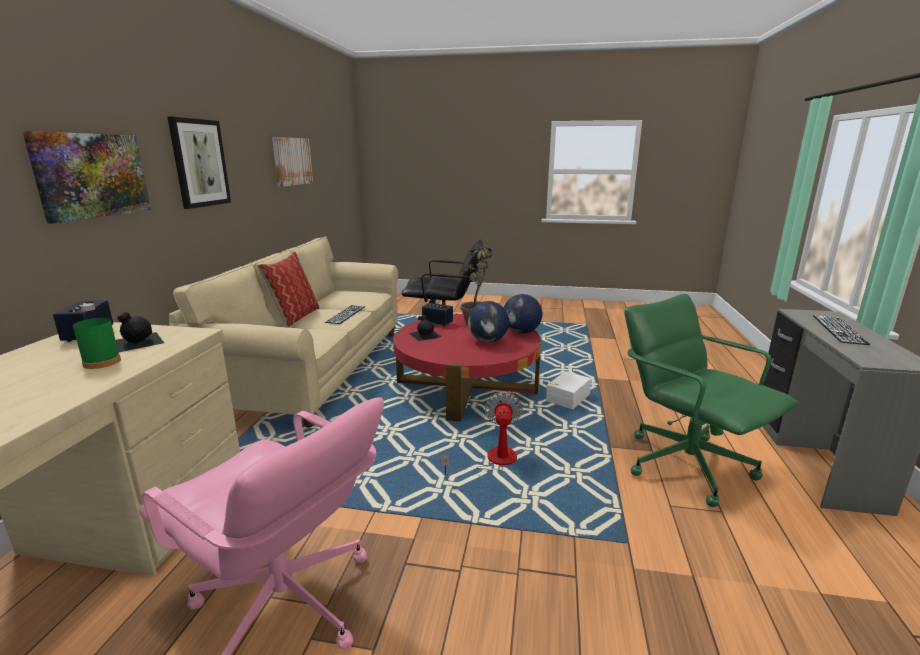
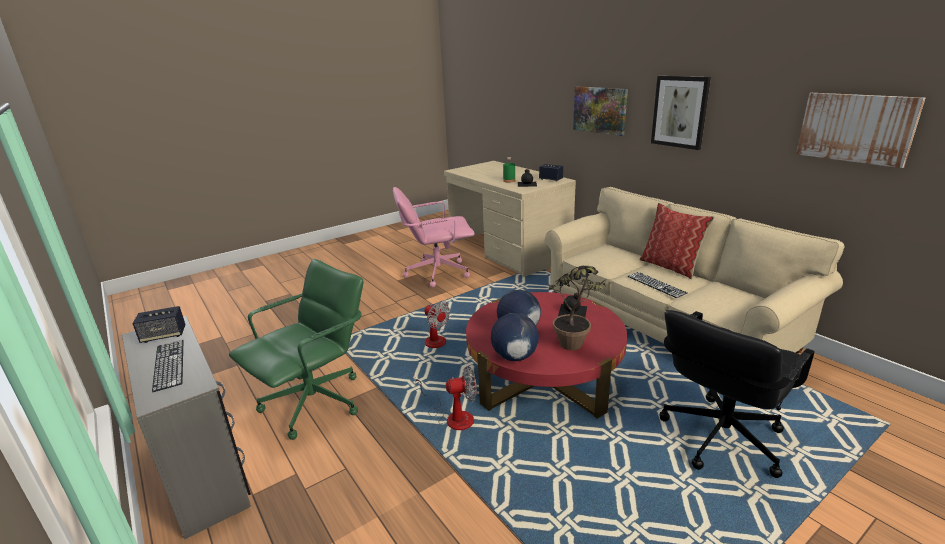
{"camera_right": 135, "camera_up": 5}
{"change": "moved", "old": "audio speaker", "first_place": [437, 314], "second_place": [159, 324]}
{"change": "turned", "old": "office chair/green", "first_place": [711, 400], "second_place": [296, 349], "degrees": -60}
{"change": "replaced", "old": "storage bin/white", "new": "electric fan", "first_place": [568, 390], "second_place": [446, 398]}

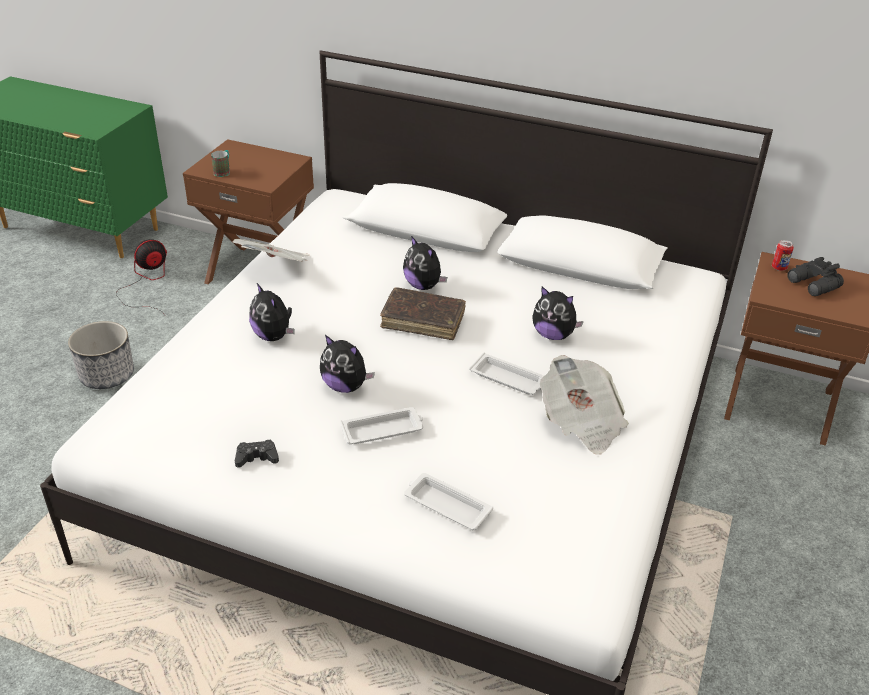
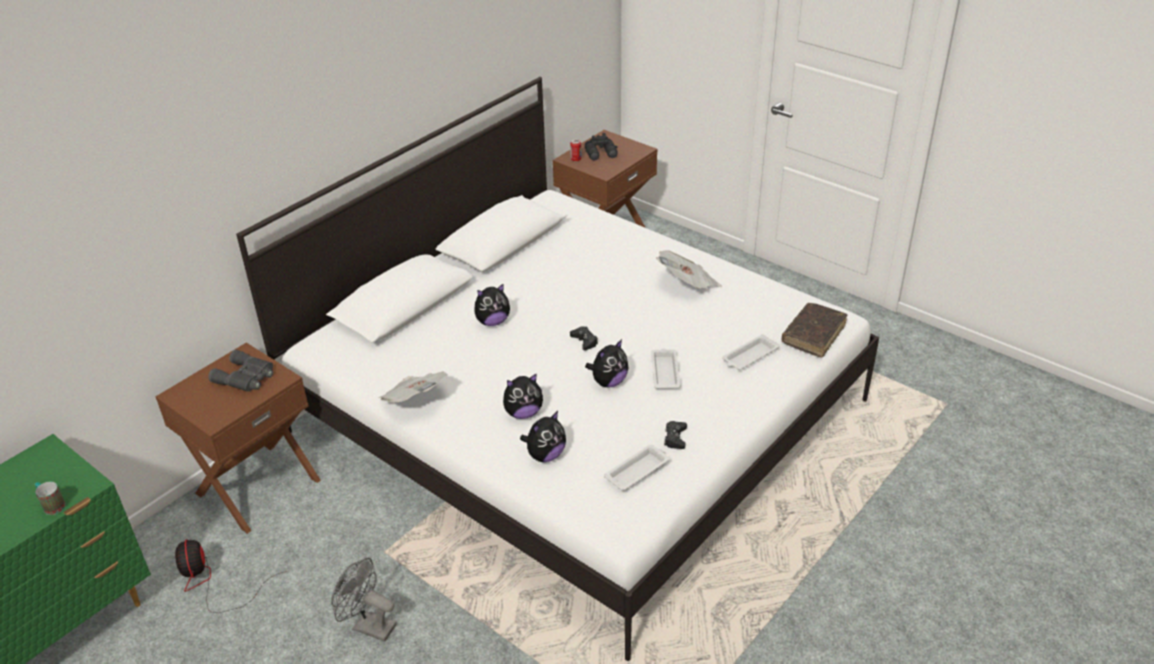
{"camera_right": -70, "camera_up": 0}
{"change": "moved", "old": "coffee mug", "first_place": [220, 163], "second_place": [50, 498]}
{"change": "added", "new": "pair of binoculars/gray", "second_place": [240, 371]}
{"change": "replaced", "old": "plant pot", "new": "electric fan/gray", "first_place": [101, 355], "second_place": [364, 600]}
{"change": "moved", "old": "soft toy", "first_place": [558, 313], "second_place": [543, 436]}
{"change": "added", "new": "game controller/black-coloured", "second_place": [584, 338]}
{"change": "moved", "old": "carrying tray/white", "first_place": [506, 373], "second_place": [637, 468]}
{"change": "moved", "old": "bound book/brown", "first_place": [423, 313], "second_place": [814, 330]}

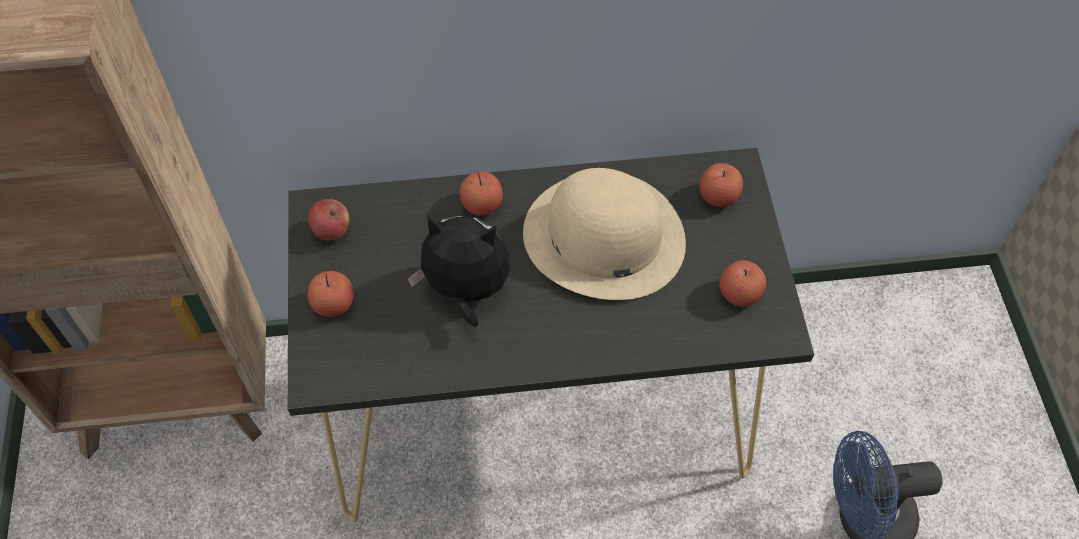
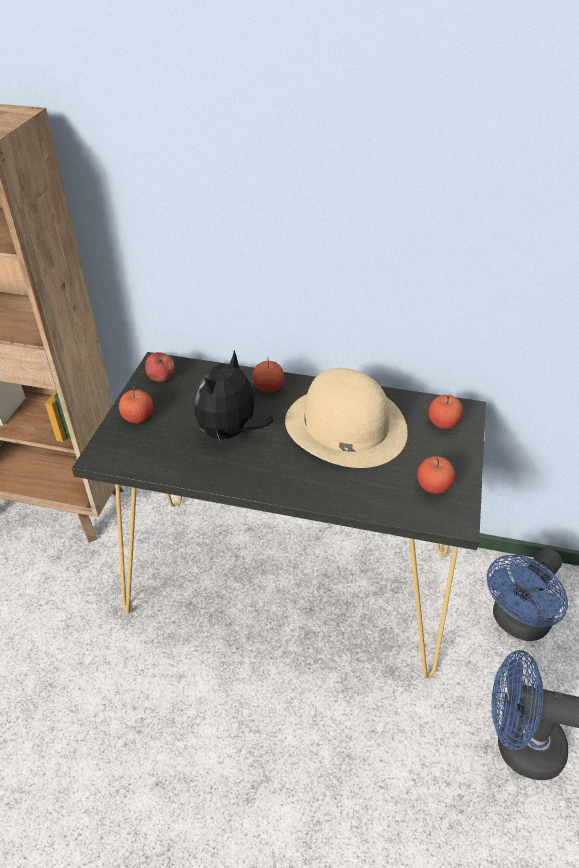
{"camera_right": 20, "camera_up": -15}
{"change": "turned", "old": "soft toy", "first_place": [458, 271], "second_place": [234, 396], "degrees": -90}
{"change": "added", "new": "electric fan/blue-coloured", "second_place": [527, 594]}

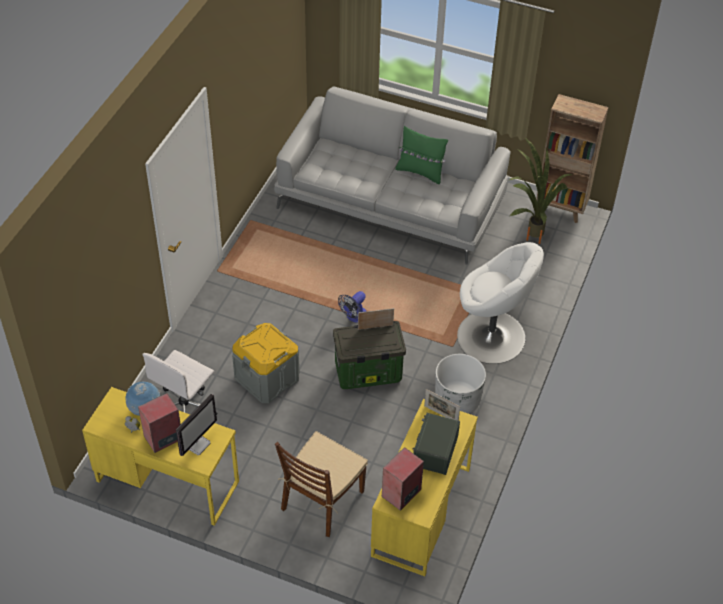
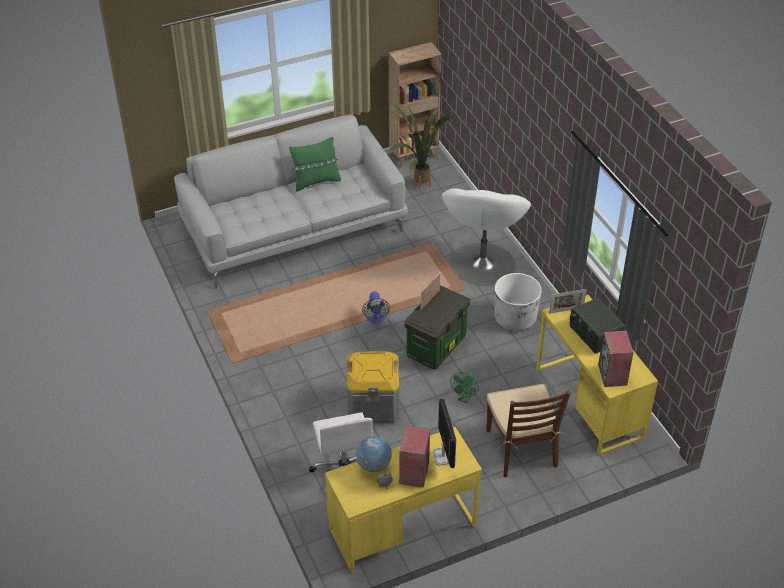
{"camera_right": -45, "camera_up": -5}
{"change": "turned", "old": "lounge chair/white", "first_place": [500, 303], "second_place": [486, 237], "degrees": 120}
{"change": "added", "new": "electric fan/green", "second_place": [464, 387]}

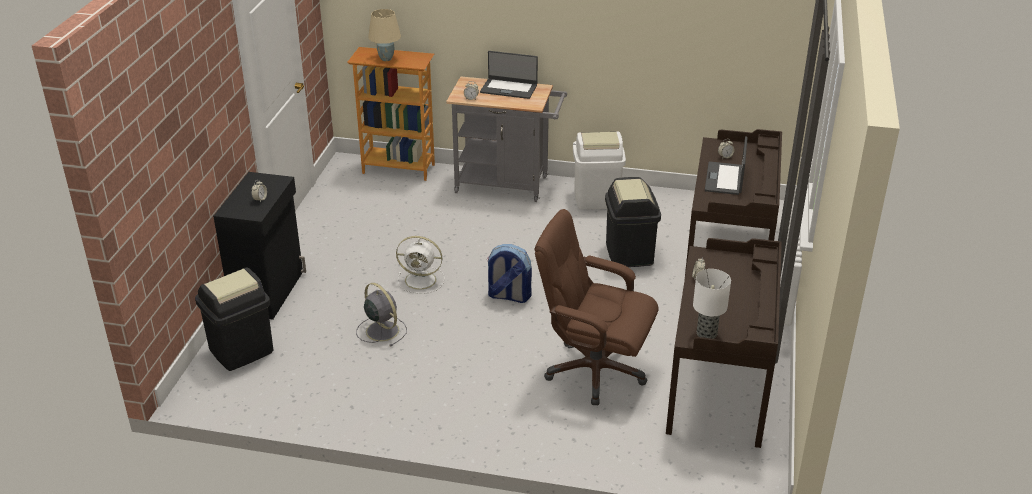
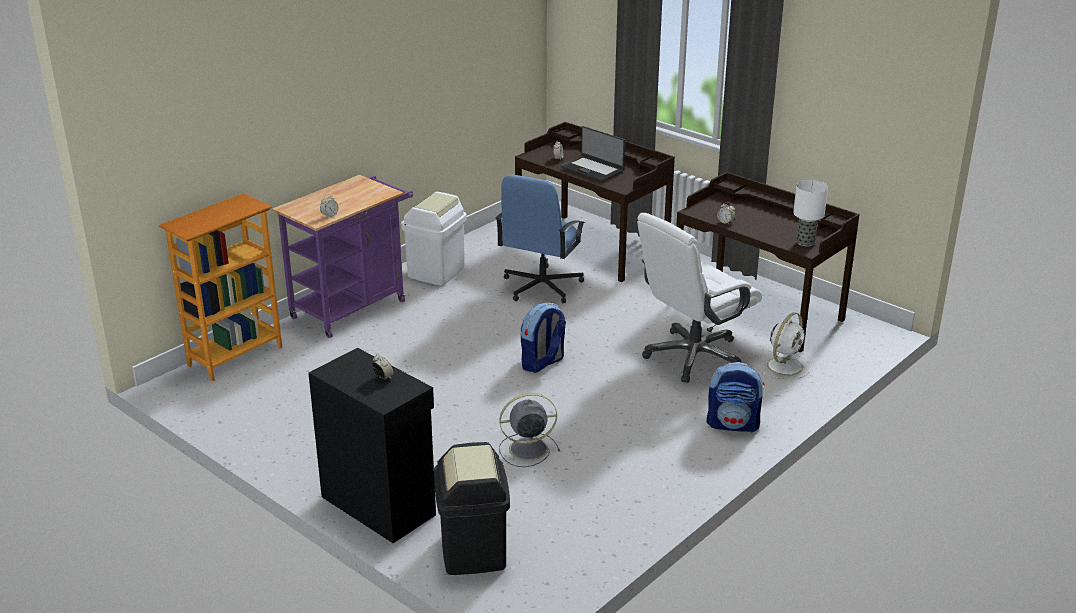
{"camera_right": -60, "camera_up": -5}
{"change": "recoloured", "old": "cart/gray", "new": "cart/purplish", "first_place": [506, 139], "second_place": [342, 256]}
{"change": "replaced", "old": "rubbish bin/black-coloured", "new": "office chair/blue-coloured", "first_place": [633, 222], "second_place": [540, 238]}
{"change": "recoloured", "old": "office chair/brown", "new": "office chair/white", "first_place": [597, 307], "second_place": [699, 298]}
{"change": "added", "new": "rucksack", "second_place": [736, 397]}
{"change": "moved", "old": "electric fan/white", "first_place": [420, 265], "second_place": [786, 346]}
{"change": "removed", "old": "table lamp/sand-coloured", "first_place": [384, 35]}
{"change": "removed", "old": "portable computer", "first_place": [509, 75]}

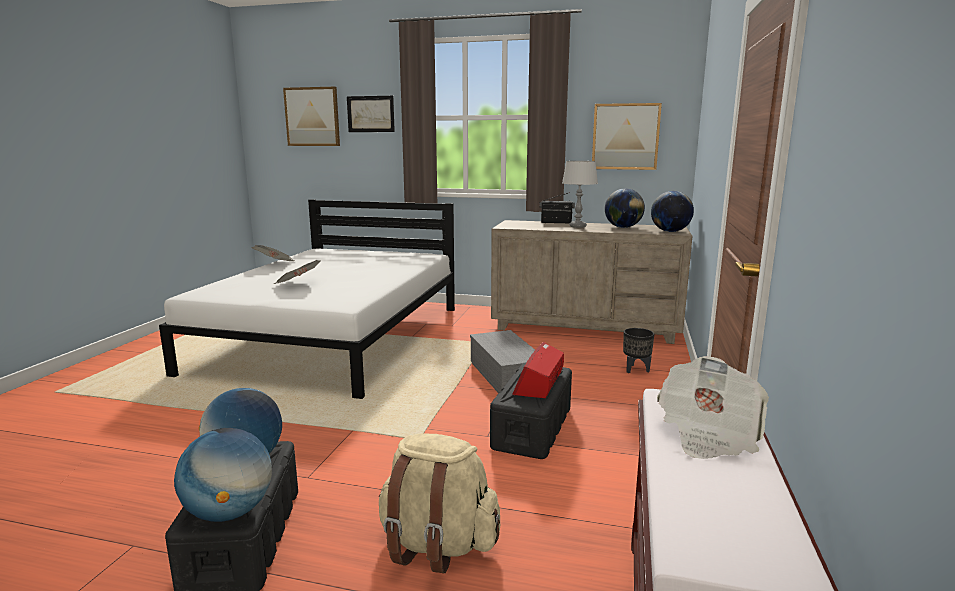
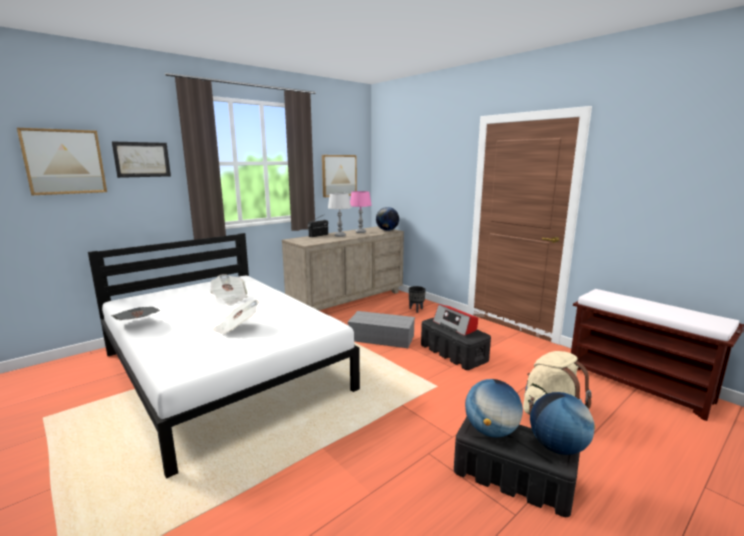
{"camera_right": -55, "camera_up": 0}
{"change": "moved", "old": "printed paper", "first_place": [713, 407], "second_place": [229, 289]}
{"change": "replaced", "old": "world globe", "new": "table lamp/pink", "first_place": [625, 208], "second_place": [361, 212]}

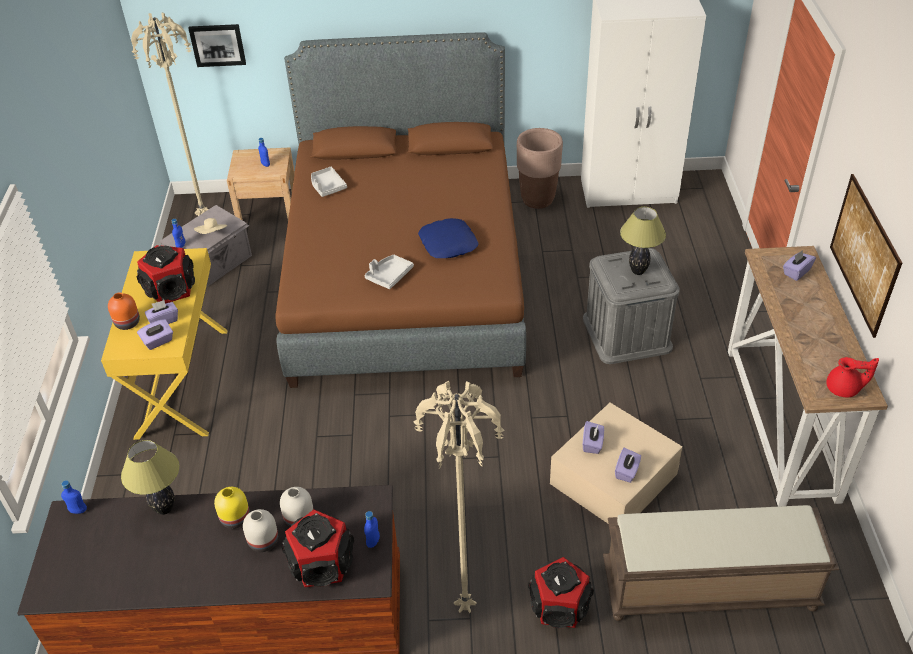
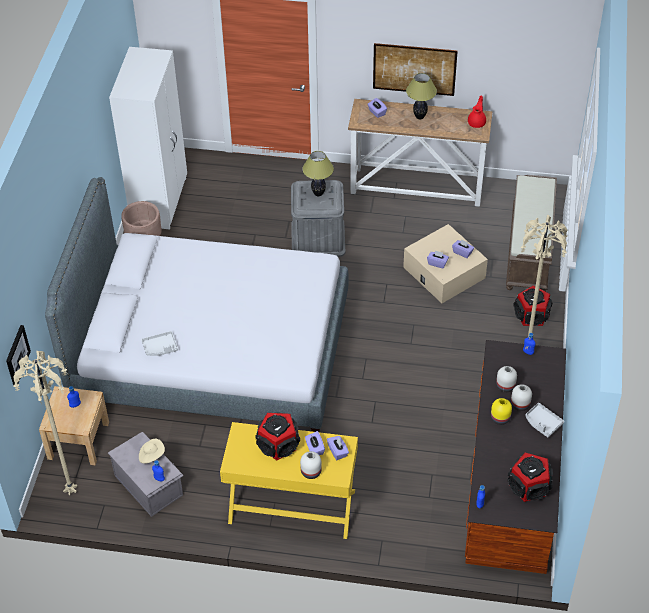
{"camera_right": -80, "camera_up": 5}
{"change": "recoloured", "old": "bedroom bed/brown", "new": "bedroom bed/gray", "first_place": [400, 210], "second_place": [196, 304]}
{"change": "recoloured", "old": "vase/orange-coloured", "new": "vase/white", "first_place": [124, 311], "second_place": [311, 465]}
{"change": "moved", "old": "table lamp", "first_place": [150, 477], "second_place": [421, 96]}
{"change": "moved", "old": "audio speaker", "first_place": [318, 548], "second_place": [530, 477]}
{"change": "moved", "old": "carrying tray/gray", "first_place": [389, 272], "second_place": [544, 420]}
{"change": "removed", "old": "pillow/blue-coloured", "first_place": [448, 238]}

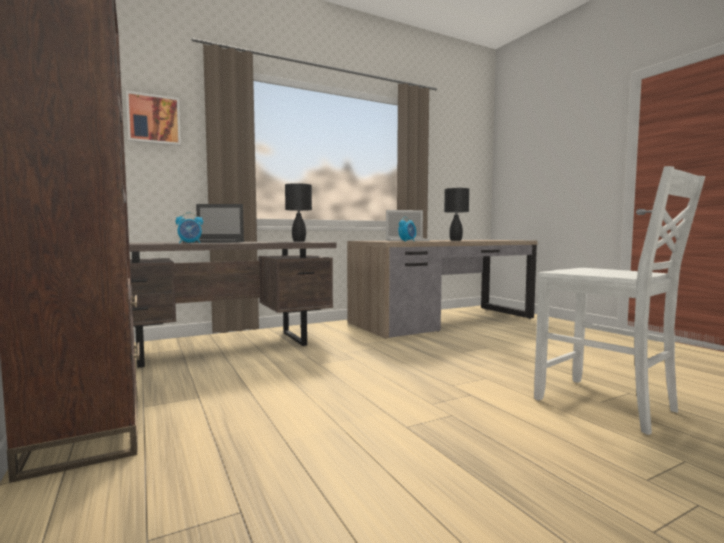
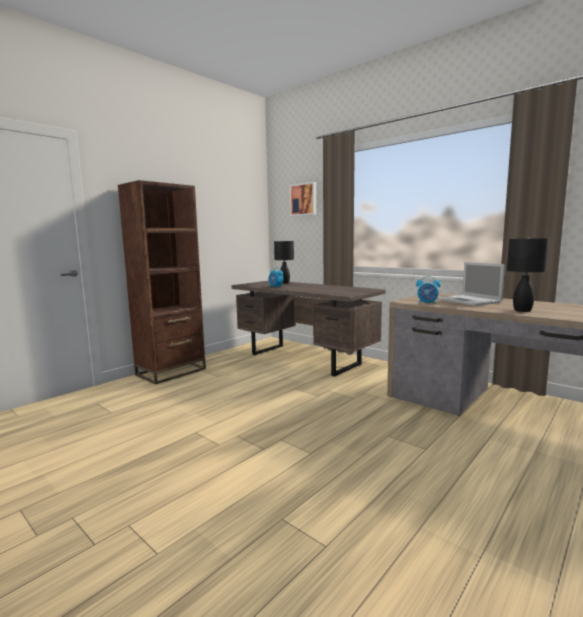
{"camera_right": 70, "camera_up": 5}
{"change": "moved", "old": "table lamp/black-coloured", "first_place": [298, 212], "second_place": [284, 262]}
{"change": "removed", "old": "portable computer", "first_place": [213, 223]}
{"change": "removed", "old": "chair/white", "first_place": [619, 300]}

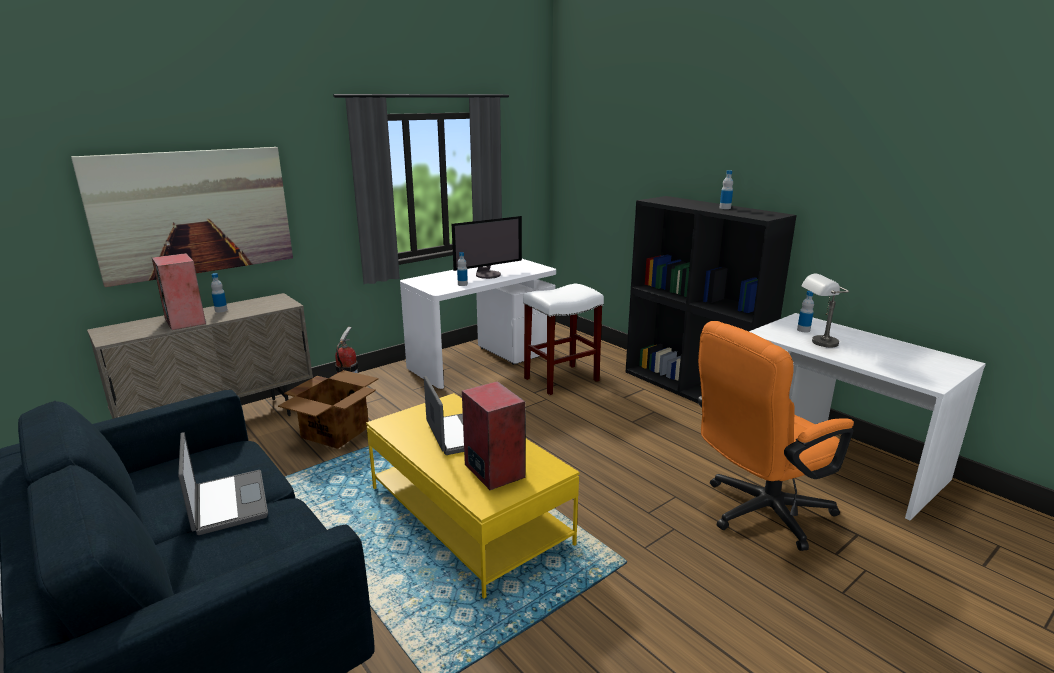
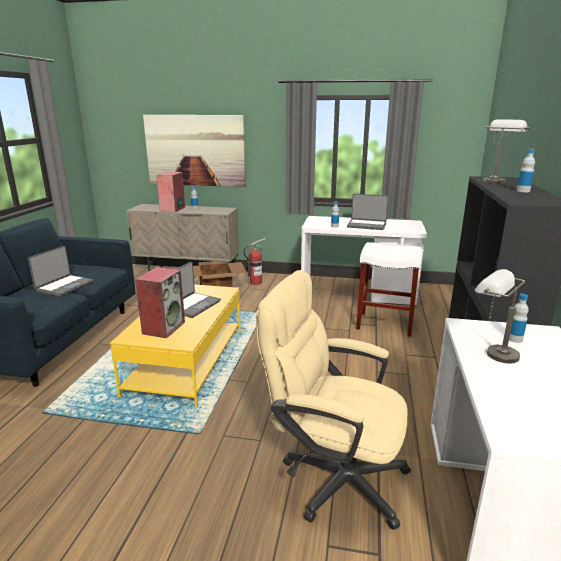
{"camera_right": 50, "camera_up": 0}
{"change": "recoloured", "old": "office chair/orange-coloured", "new": "office chair/sand-coloured", "first_place": [775, 436], "second_place": [333, 400]}
{"change": "replaced", "old": "computer display", "new": "portable computer", "first_place": [487, 247], "second_place": [368, 212]}
{"change": "added", "new": "table lamp/gray", "second_place": [506, 151]}

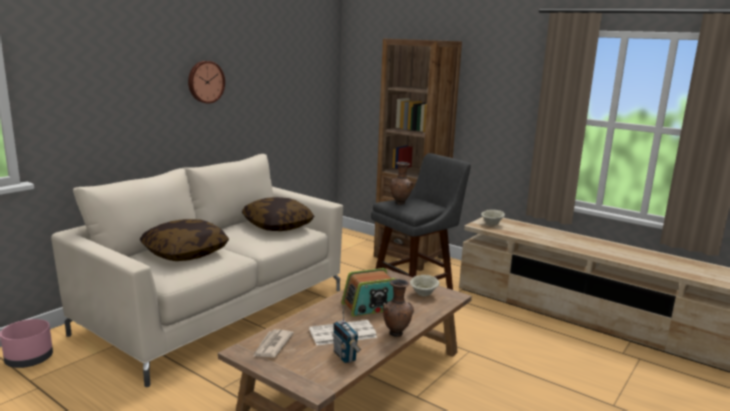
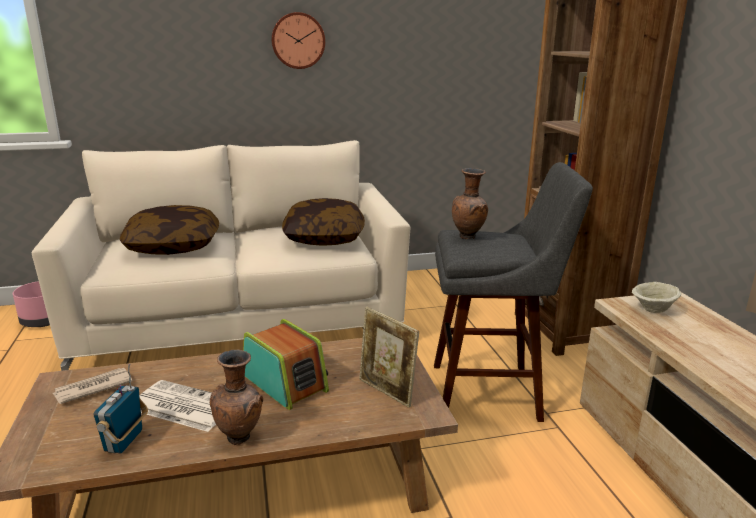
{"camera_right": 40, "camera_up": 5}
{"change": "turned", "old": "radio set", "first_place": [368, 292], "second_place": [286, 364], "degrees": -150}
{"change": "replaced", "old": "serving bowl/sand-coloured", "new": "picture frame", "first_place": [424, 285], "second_place": [389, 357]}

